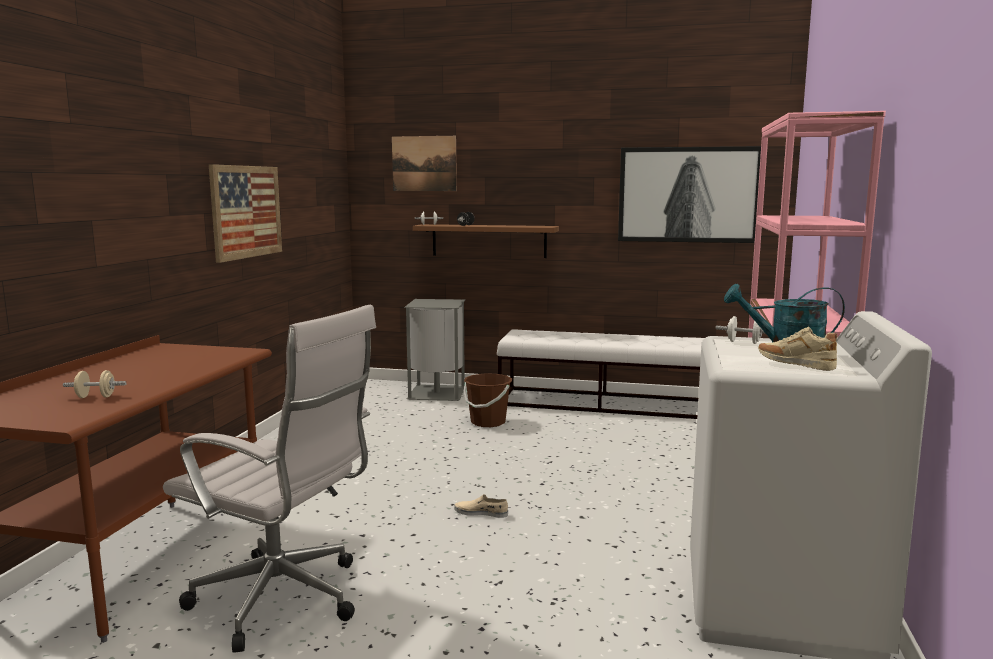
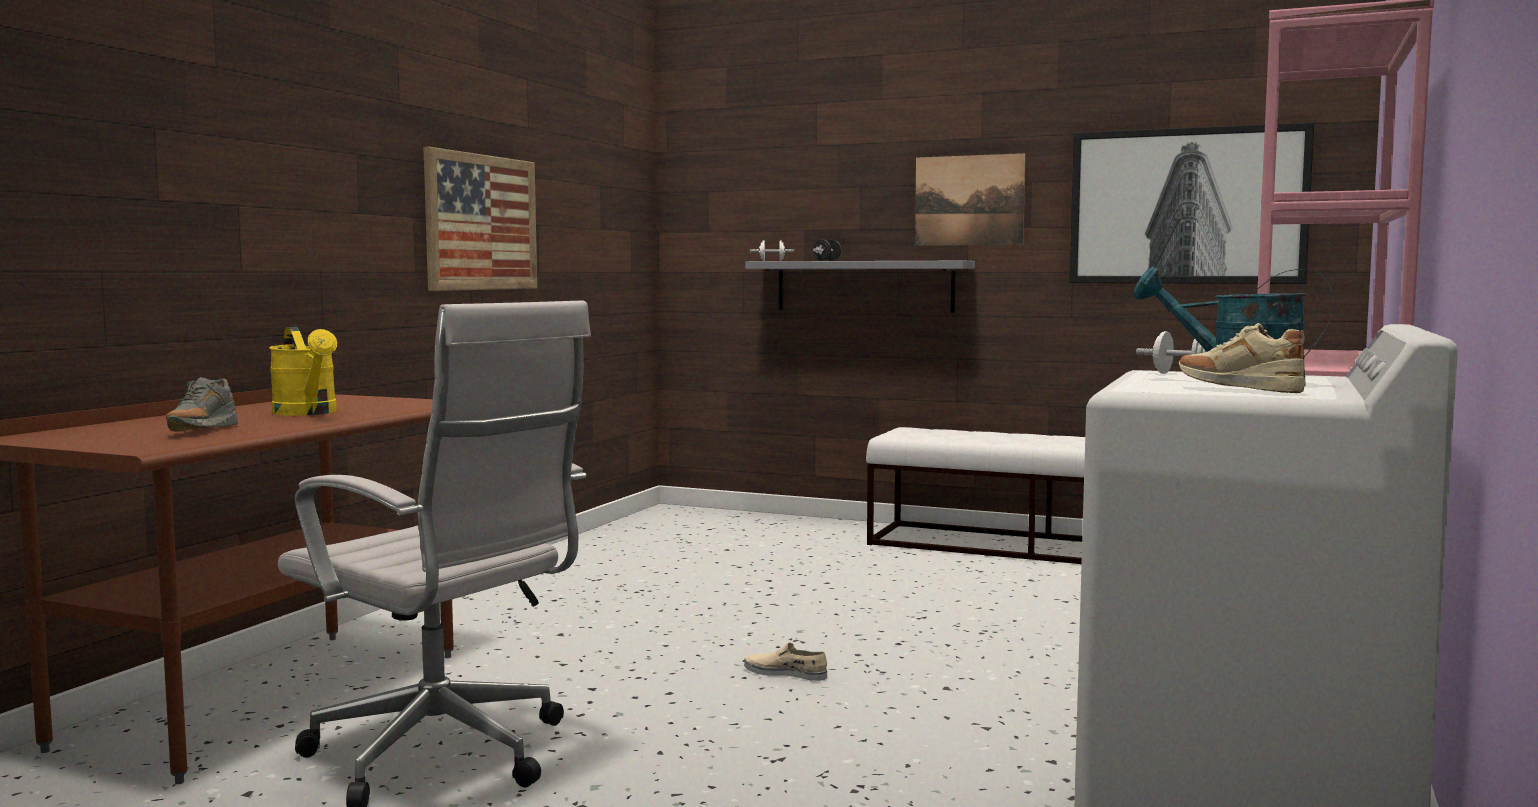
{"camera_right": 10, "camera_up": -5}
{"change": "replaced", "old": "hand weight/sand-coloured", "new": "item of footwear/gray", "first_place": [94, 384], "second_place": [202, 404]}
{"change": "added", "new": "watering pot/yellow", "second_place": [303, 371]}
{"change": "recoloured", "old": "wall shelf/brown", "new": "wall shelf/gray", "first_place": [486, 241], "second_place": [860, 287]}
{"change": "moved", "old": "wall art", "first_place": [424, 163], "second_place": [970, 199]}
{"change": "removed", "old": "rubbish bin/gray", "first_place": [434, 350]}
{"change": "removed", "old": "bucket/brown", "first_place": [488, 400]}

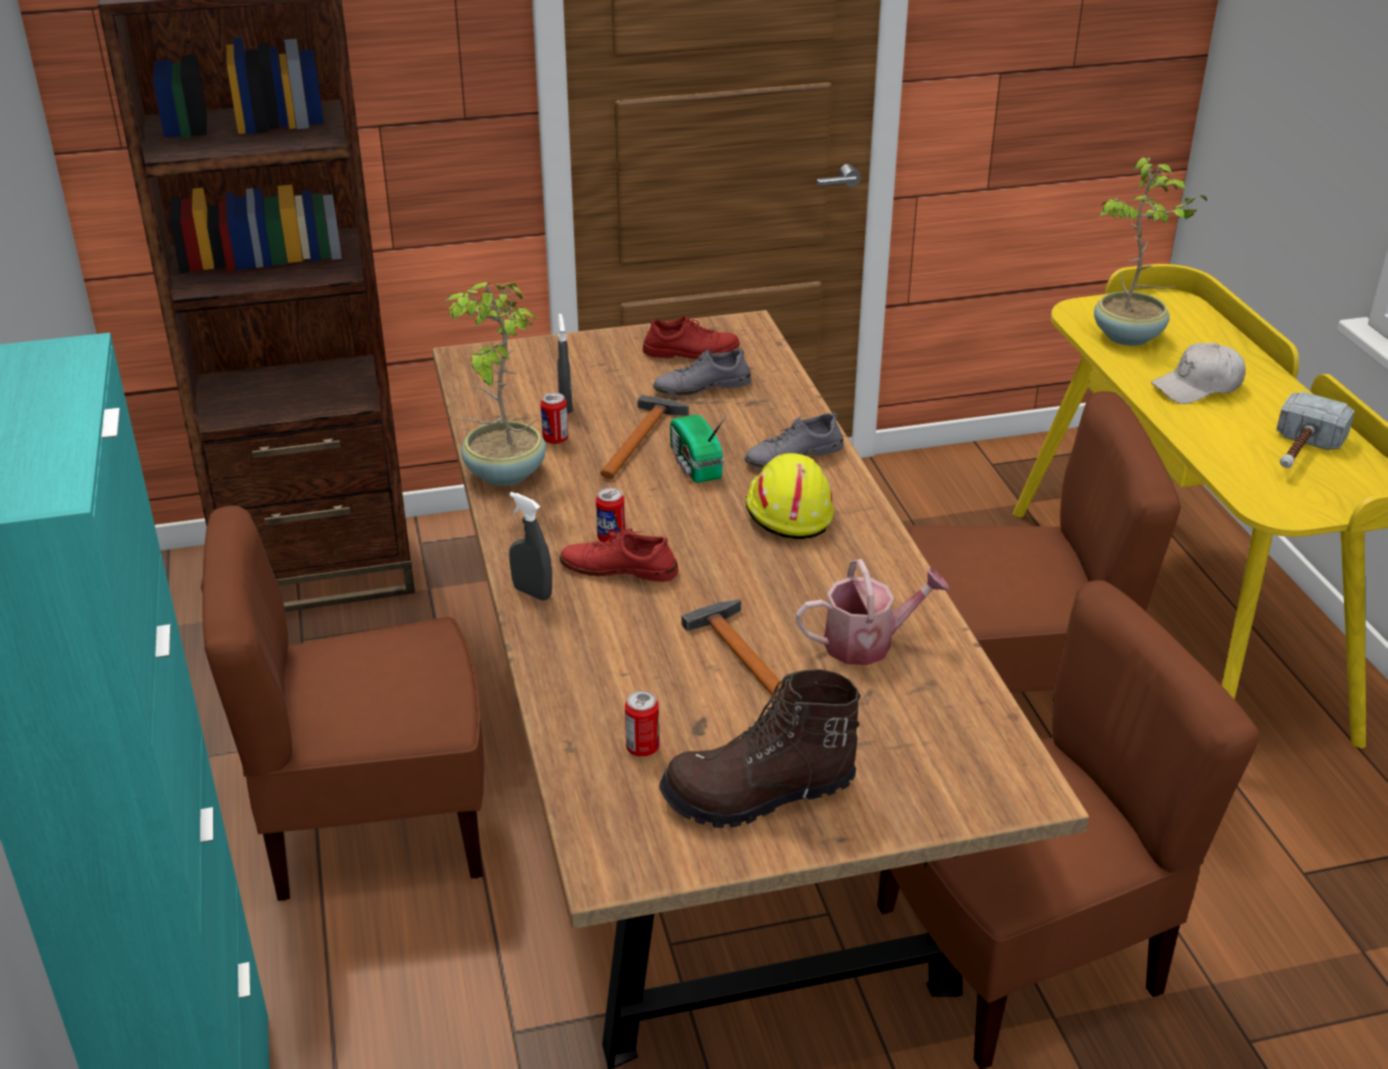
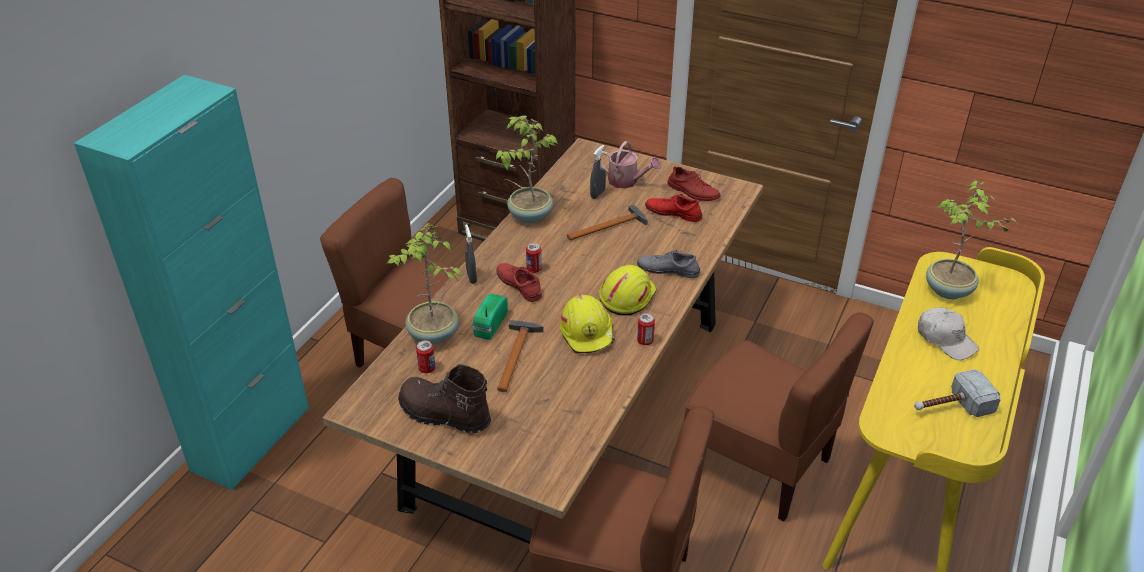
{"camera_right": 40, "camera_up": 5}
{"change": "added", "new": "potted plant", "second_place": [424, 284]}
{"change": "moved", "old": "radio set", "first_place": [698, 448], "second_place": [490, 317]}
{"change": "added", "new": "hard hat/yellow", "second_place": [587, 324]}
{"change": "moved", "old": "watering pot", "first_place": [872, 612], "second_place": [630, 165]}
{"change": "moved", "old": "can", "first_place": [554, 418], "second_place": [646, 329]}
{"change": "recoloured", "old": "item of footwear/gray", "new": "item of footwear/red", "first_place": [702, 372], "second_place": [673, 208]}
{"change": "turned", "old": "cap/white", "first_place": [1198, 373], "second_place": [948, 333], "degrees": -150}

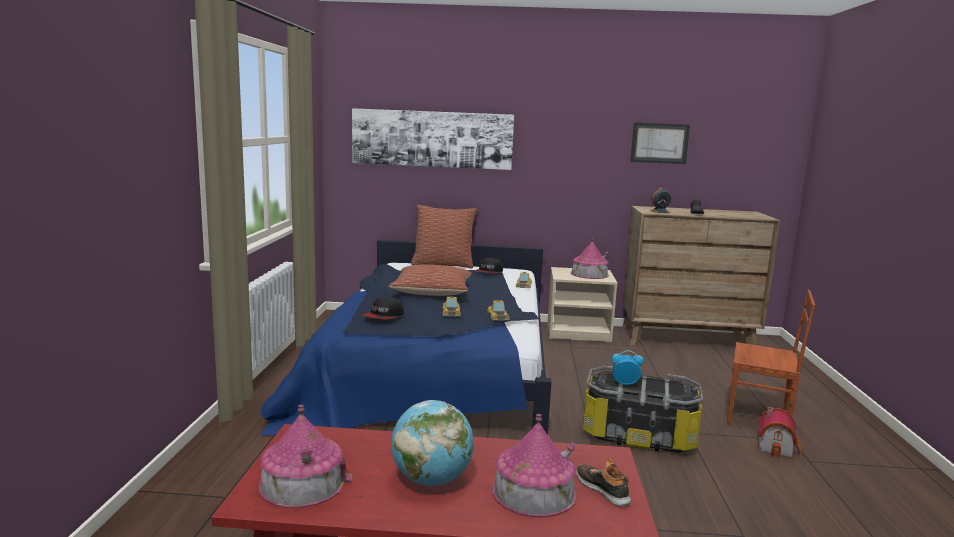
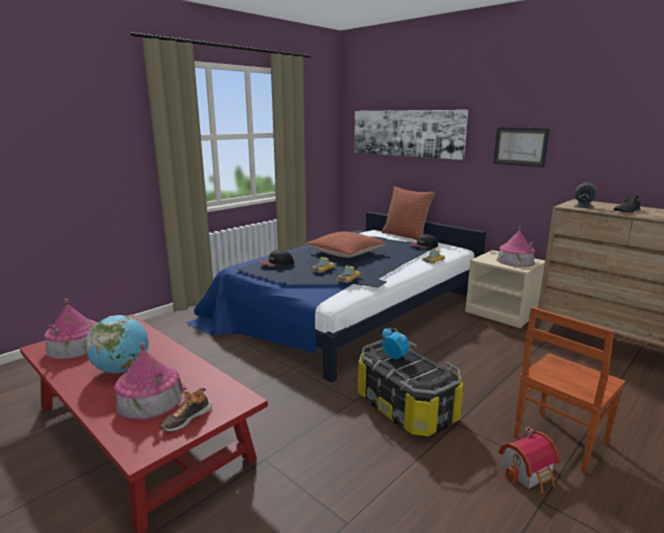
{"camera_right": 40, "camera_up": 5}
{"change": "turned", "old": "item of footwear", "first_place": [603, 482], "second_place": [186, 409], "degrees": -150}
{"change": "moved", "old": "wall art", "first_place": [660, 143], "second_place": [521, 147]}
{"change": "turned", "old": "chair/brown", "first_place": [771, 357], "second_place": [569, 390], "degrees": 75}

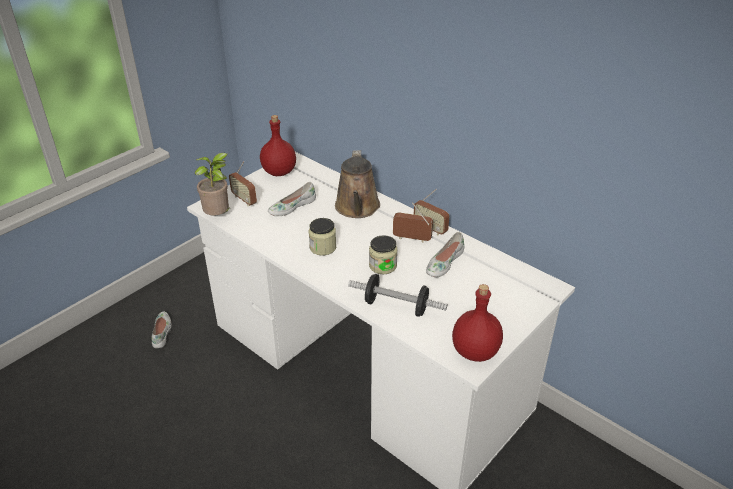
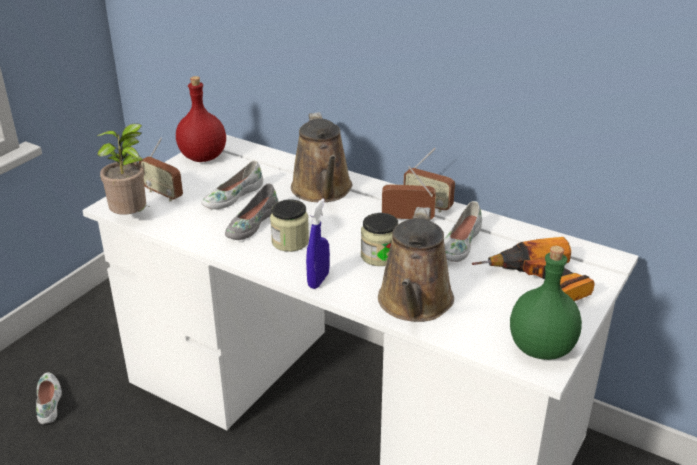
{"camera_right": -10, "camera_up": -5}
{"change": "added", "new": "item of footwear/gray", "second_place": [251, 211]}
{"change": "added", "new": "spray bottle/blue-coloured", "second_place": [318, 243]}
{"change": "replaced", "old": "hand weight", "new": "watering pot/brown", "first_place": [398, 295], "second_place": [416, 264]}
{"change": "added", "new": "electric drill", "second_place": [533, 269]}
{"change": "recoloured", "old": "beverage bottle/red", "new": "beverage bottle/green", "first_place": [477, 323], "second_place": [546, 303]}

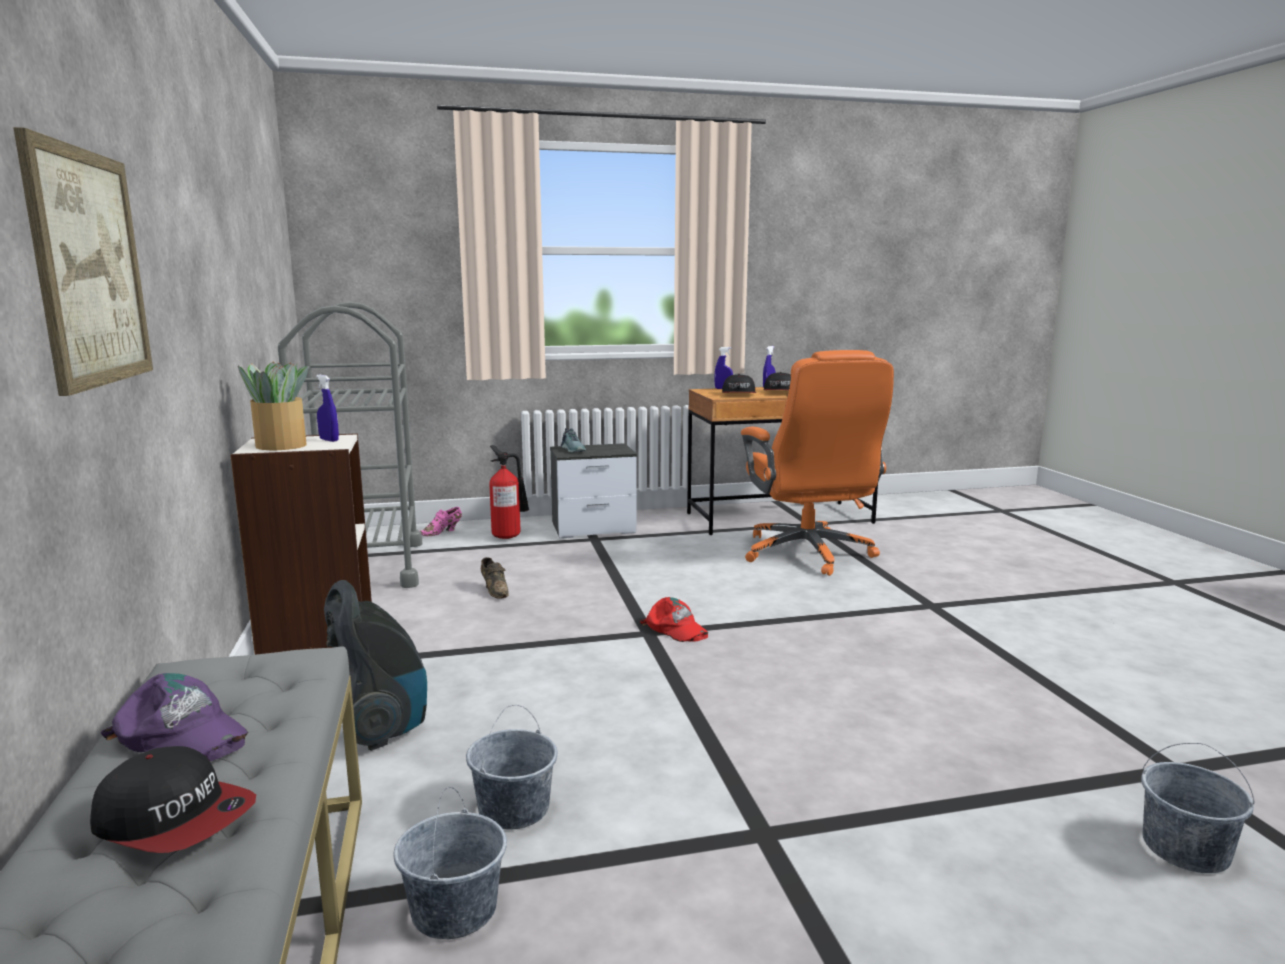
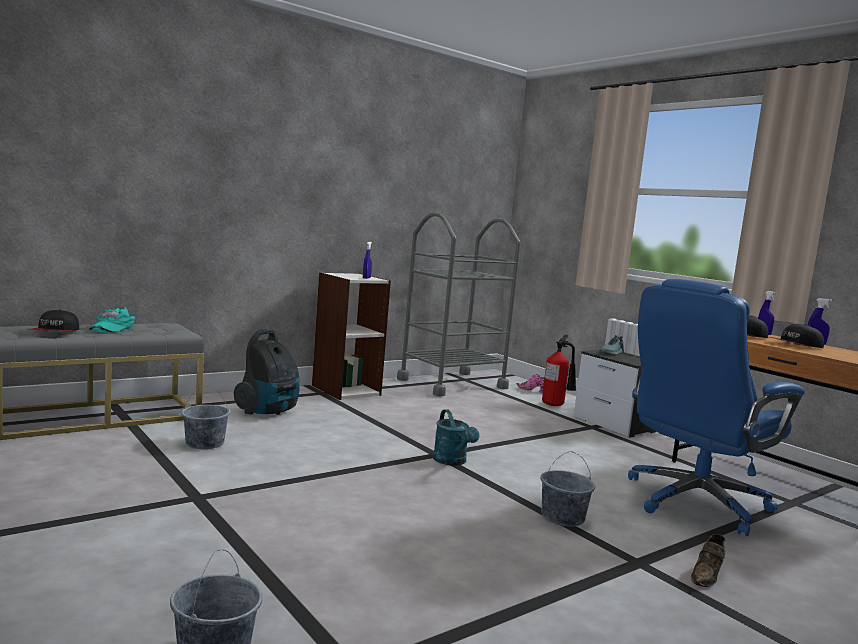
{"camera_right": 65, "camera_up": -5}
{"change": "recoloured", "old": "cap/purplish", "new": "cap/turquoise", "first_place": [174, 717], "second_place": [112, 320]}
{"change": "replaced", "old": "cap/red", "new": "watering pot/turquoise", "first_place": [674, 619], "second_place": [456, 437]}
{"change": "moved", "old": "bucket/gray", "first_place": [450, 863], "second_place": [567, 489]}
{"change": "recoloured", "old": "office chair/orange-coloured", "new": "office chair/blue-coloured", "first_place": [817, 463], "second_place": [716, 407]}
{"change": "moved", "old": "item of footwear/brown", "first_place": [495, 578], "second_place": [708, 560]}
{"change": "removed", "old": "wall art", "first_place": [83, 261]}
{"change": "removed", "old": "potted plant", "first_place": [273, 406]}

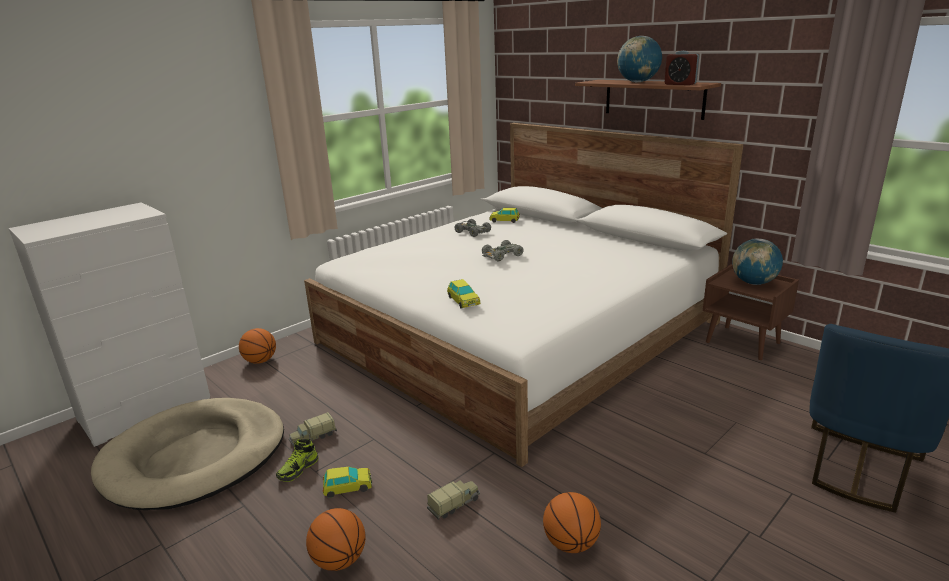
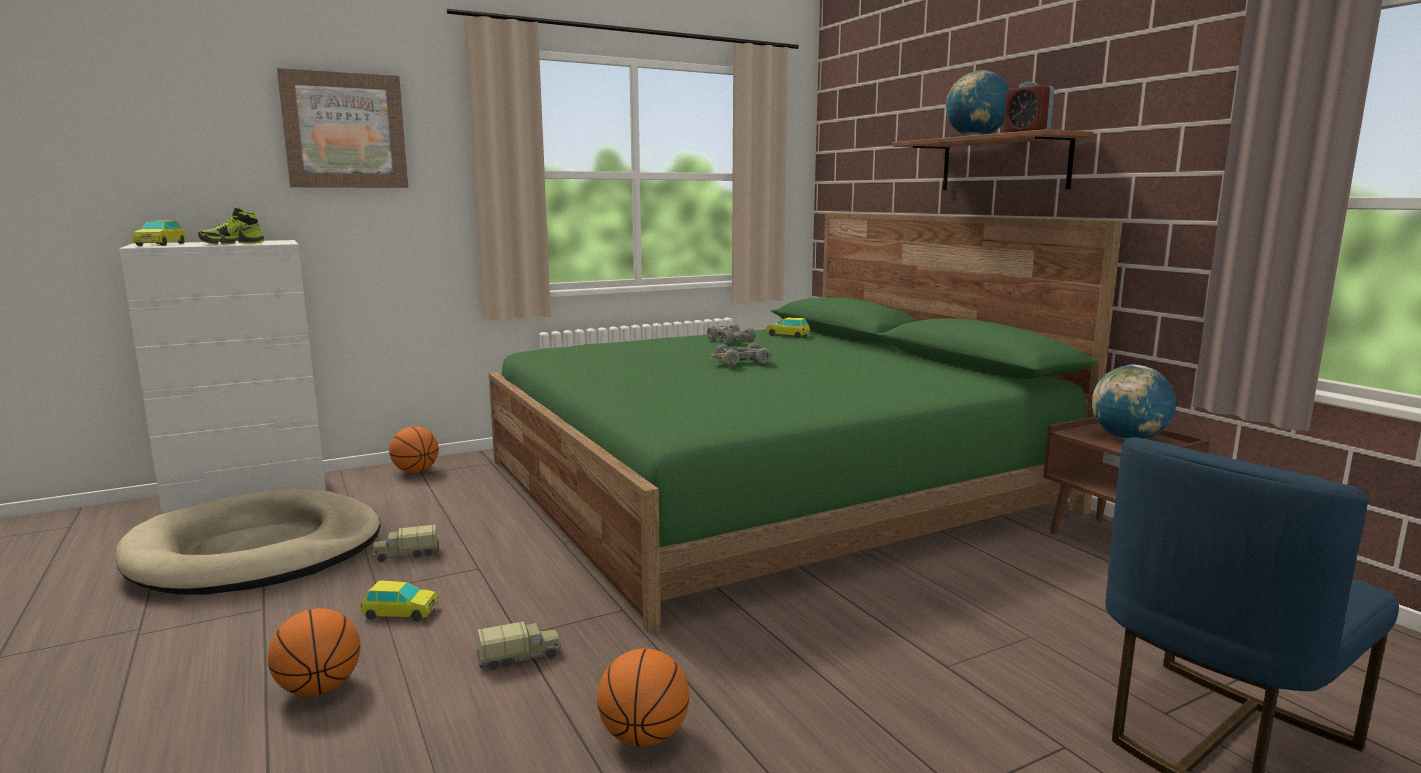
{"camera_right": 15, "camera_up": -10}
{"change": "moved", "old": "miniature car", "first_place": [463, 294], "second_place": [159, 233]}
{"change": "moved", "old": "item of footwear", "first_place": [297, 460], "second_place": [231, 226]}
{"change": "added", "new": "wall art", "second_place": [342, 128]}
{"change": "recoloured", "old": "bedroom bed/white", "new": "bedroom bed/green", "first_place": [523, 295], "second_place": [806, 422]}

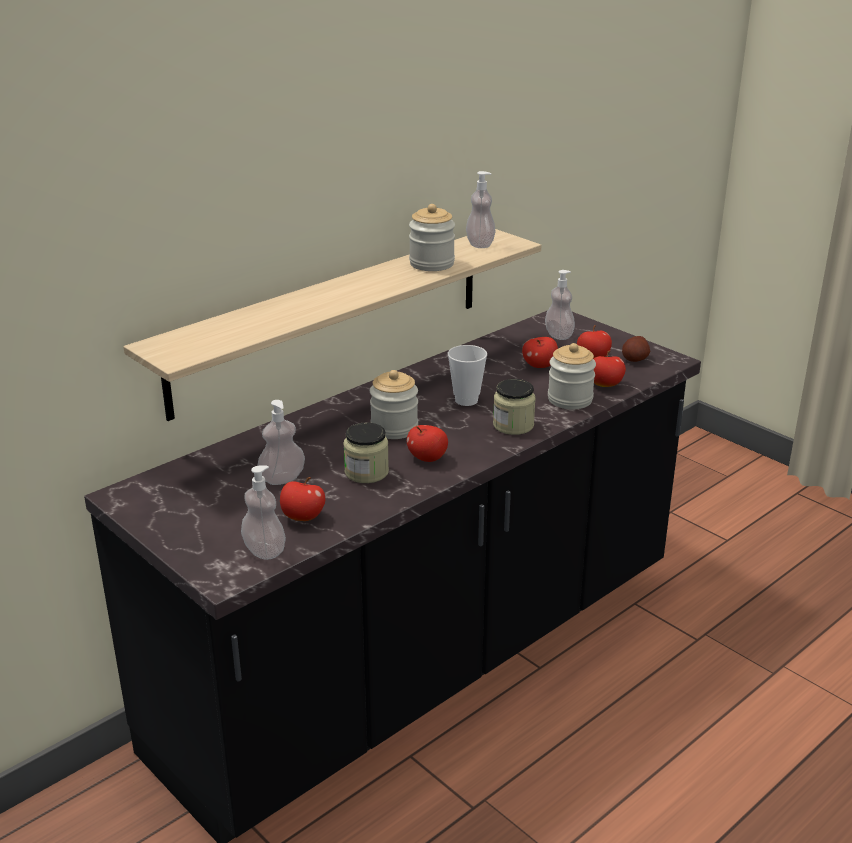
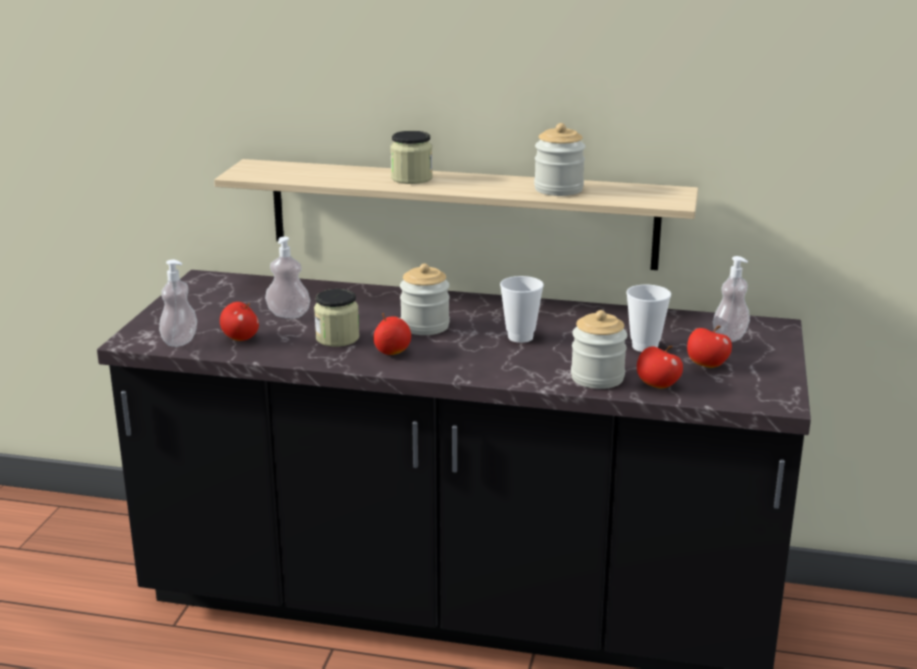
{"camera_right": 55, "camera_up": -5}
{"change": "moved", "old": "preserve jar", "first_place": [514, 407], "second_place": [411, 157]}
{"change": "replaced", "old": "apple fruit", "new": "cup", "first_place": [540, 352], "second_place": [648, 318]}
{"change": "removed", "old": "soap dispenser", "first_place": [481, 209]}
{"change": "removed", "old": "spud", "first_place": [636, 349]}

